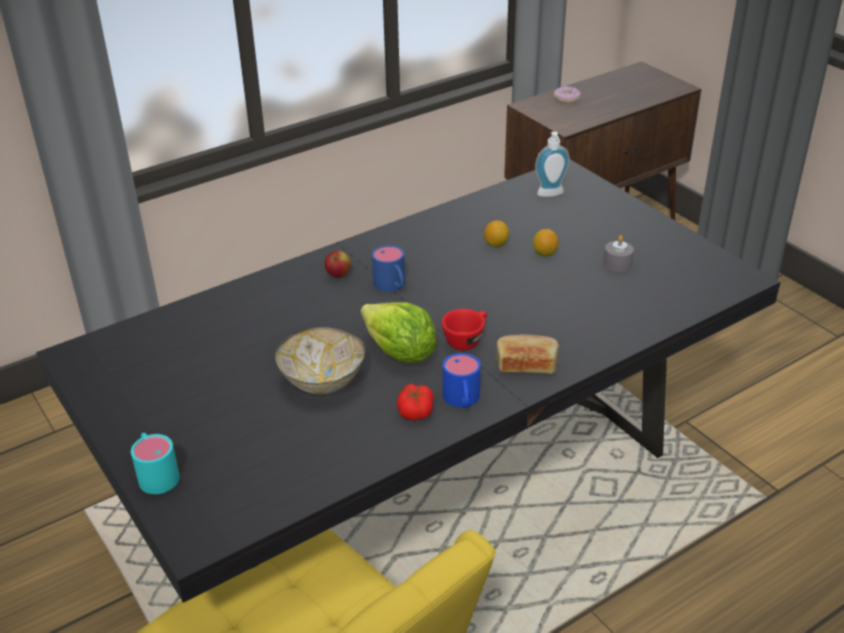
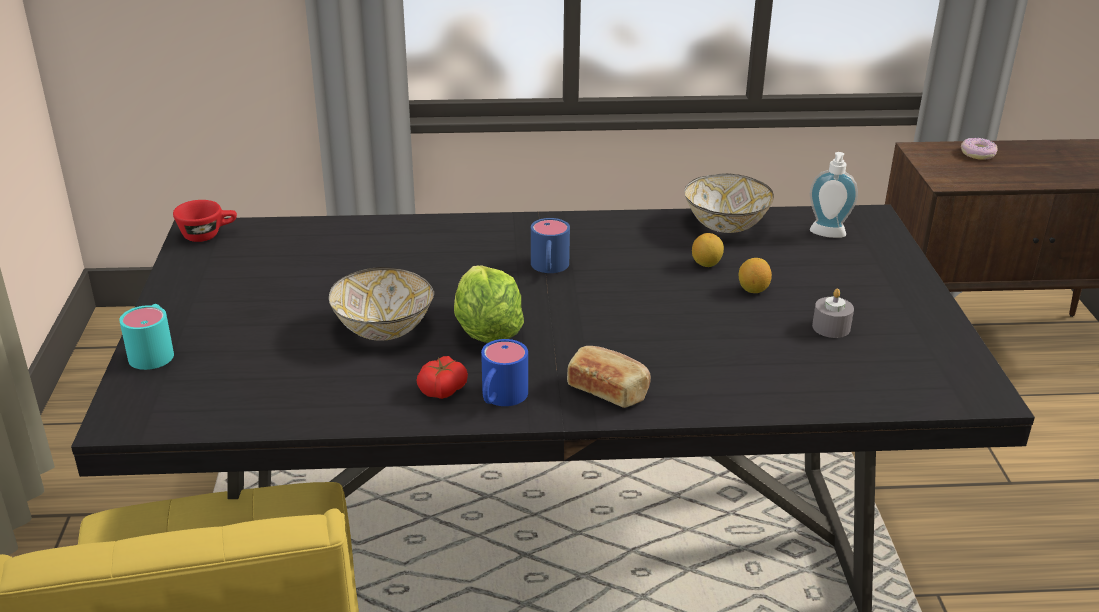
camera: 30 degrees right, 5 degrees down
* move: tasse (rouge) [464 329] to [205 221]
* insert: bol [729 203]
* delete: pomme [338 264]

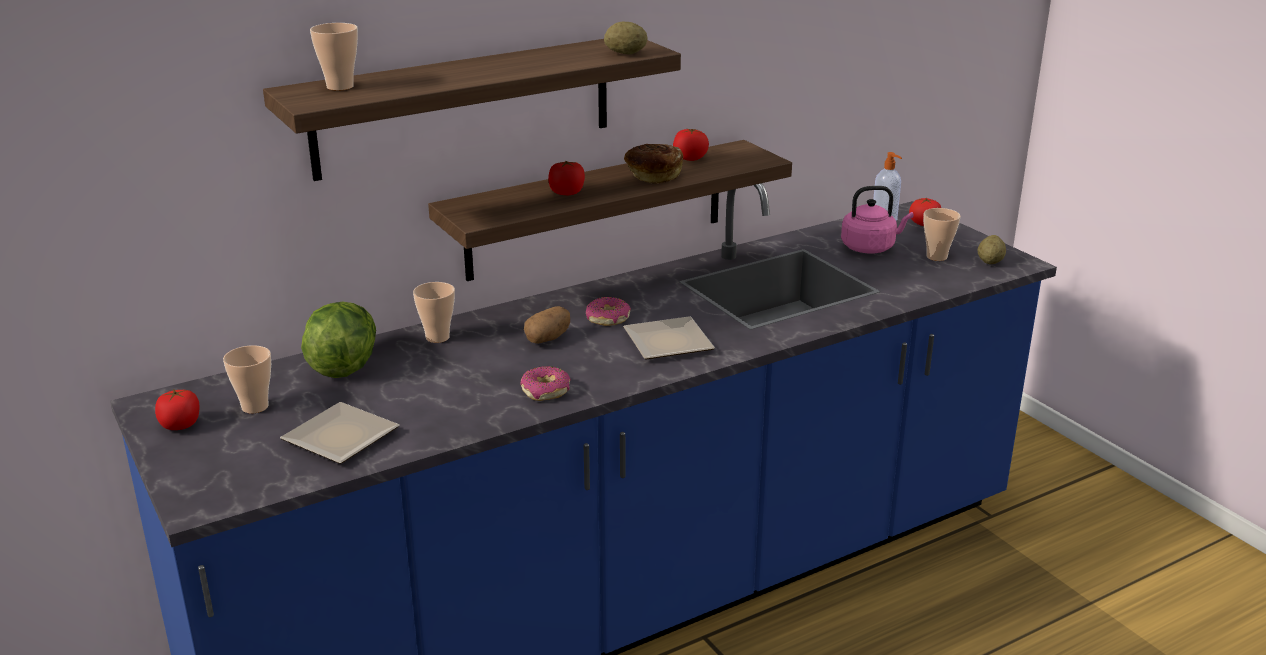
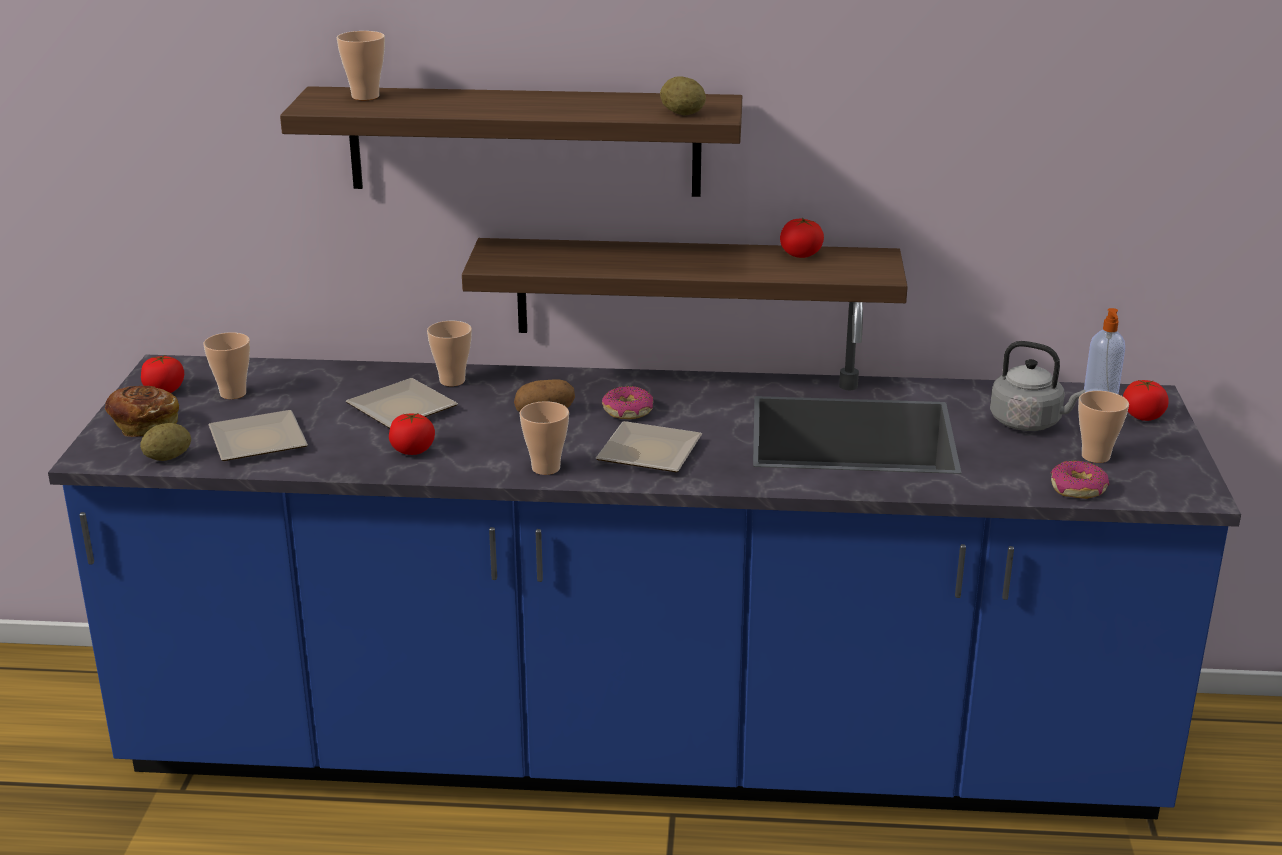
camera: 35 degrees right, 0 degrees up
* move: pain [653 164] to [142 411]
* move: pomme de terre [992 249] to [165 442]
* insert: assiette [402 403]
* move: tomate [566 177] to [412 434]
* insert: tasse [544 438]
* recolor: bouilloire (rose) [877 219] to bouilloire (gris) [1037 386]
* move: beignet [545 383] to [1080 480]
* delete: laitue [338 340]

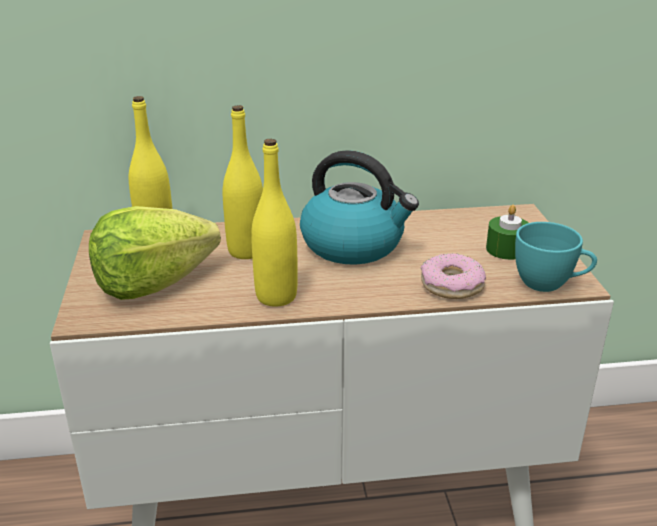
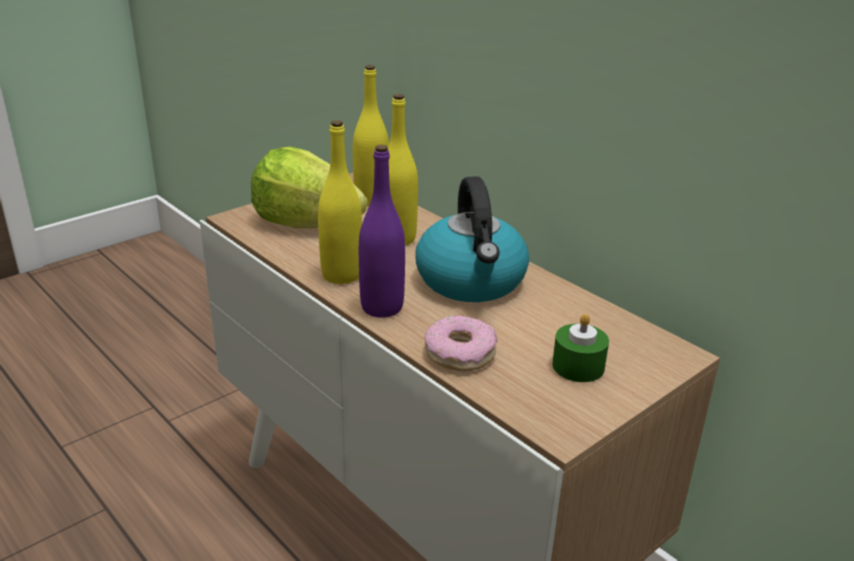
camera: 55 degrees right, 0 degrees up
* insert: bouteille (violet) [382 231]
* delete: tasse (turquoise) [556 257]

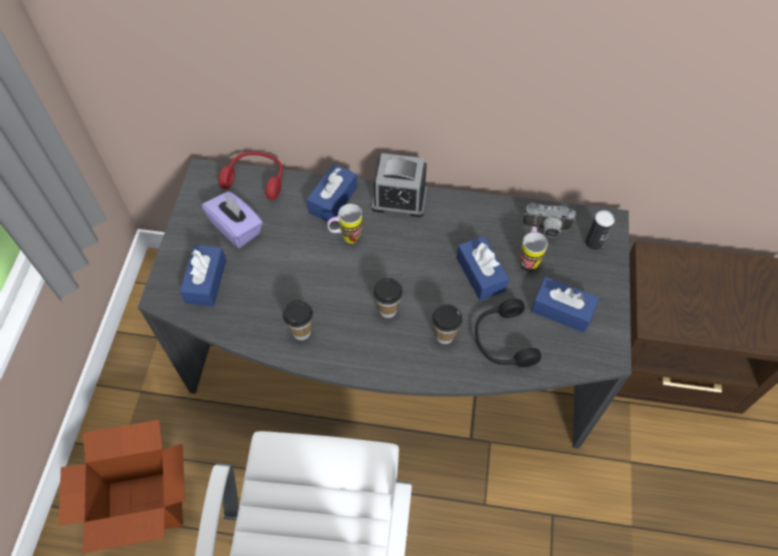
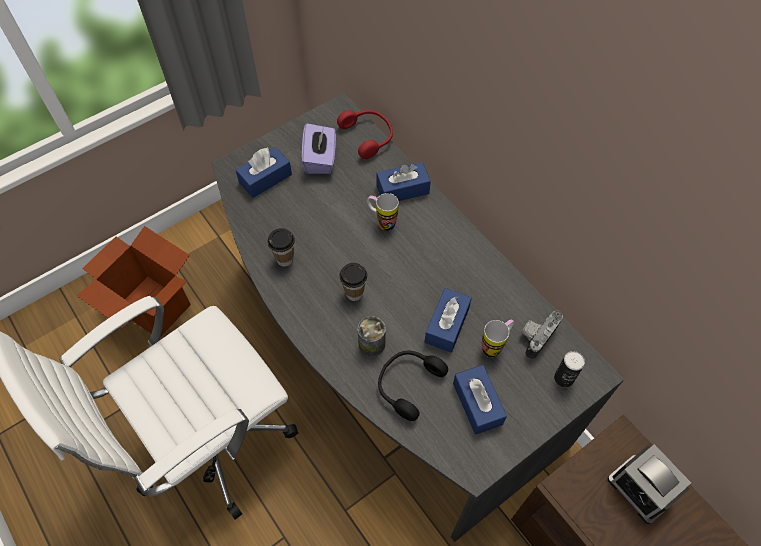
camera: 45 degrees right, 0 degrees up
* replace: tasse [447 324] to boîte métallique [372 336]
* rotate: appareil photo [549 220] = [542 335] 75 degrees clockwise
* move: réveil [399 185] to [649 484]

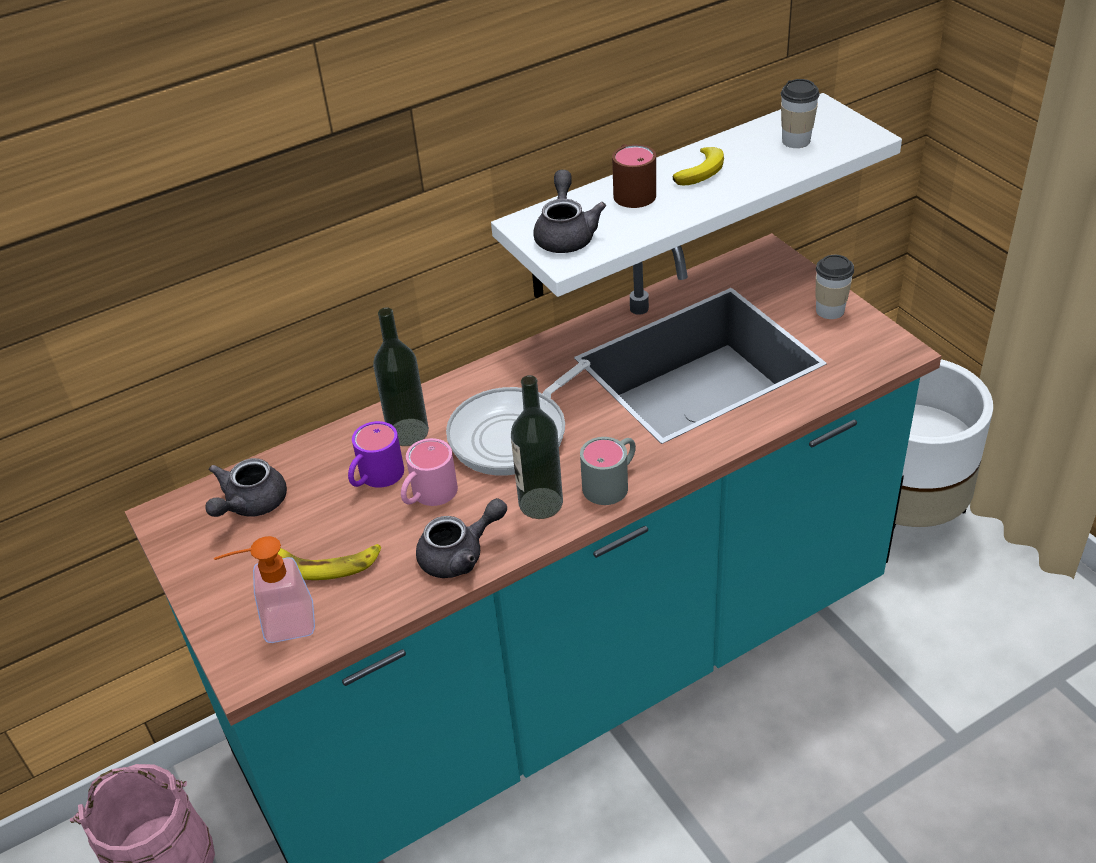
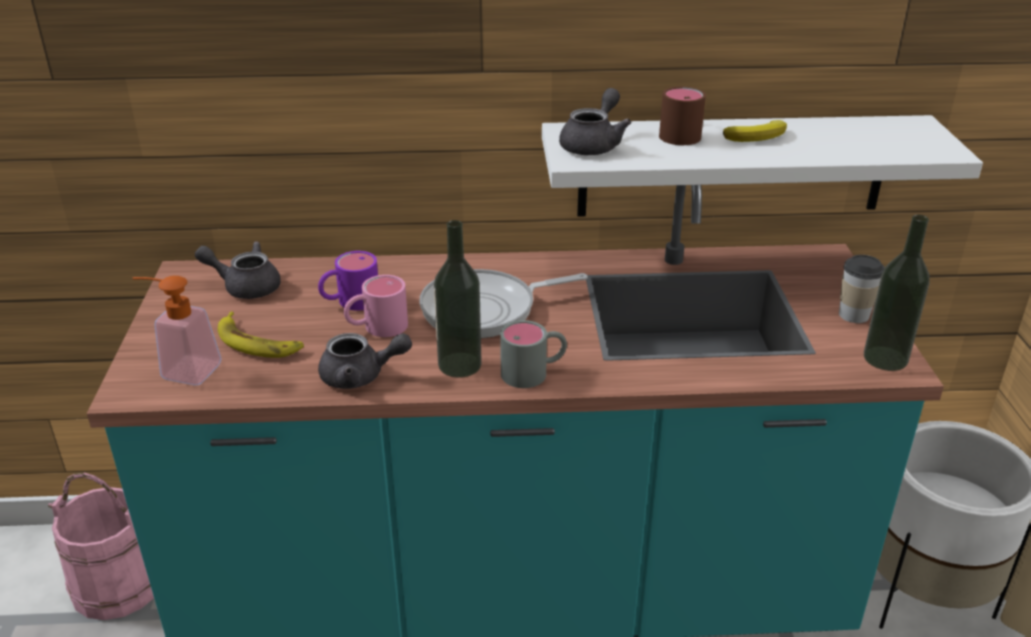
camera: 25 degrees right, 10 degrees down
* rotate: théière (gris) [246 487] = [238 270] 45 degrees clockwise
* move: bouteille [401 376] to [897 293]
* delete: tasse [800 113]

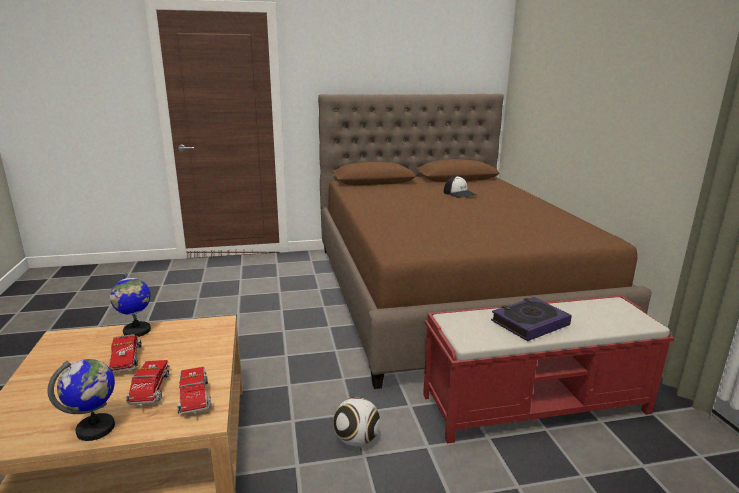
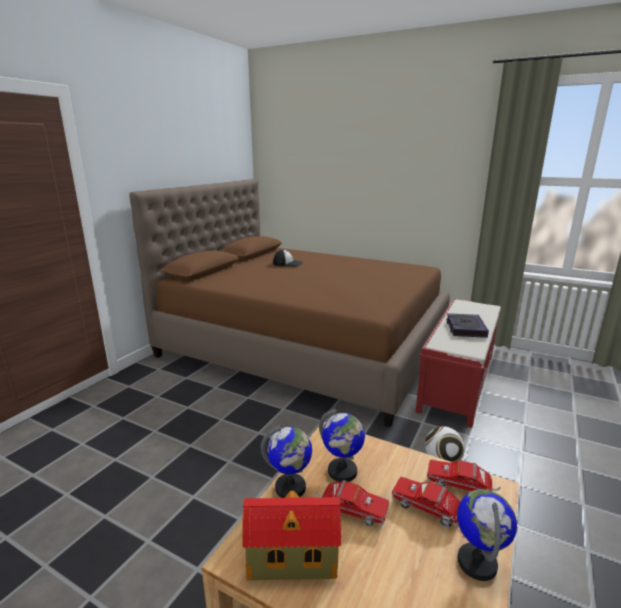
camera: 50 degrees left, 0 degrees up
* insert: maison miniature [291 535]
* insert: globe [342 445]

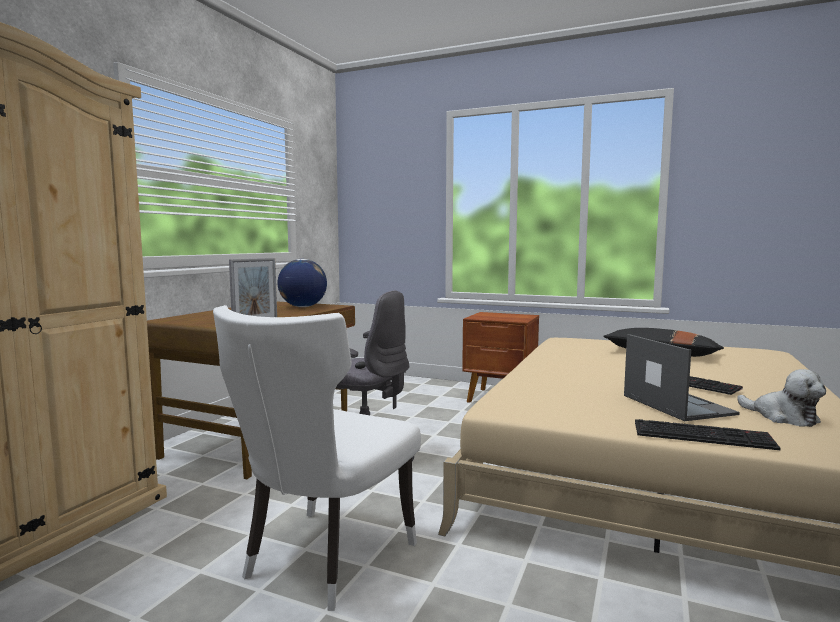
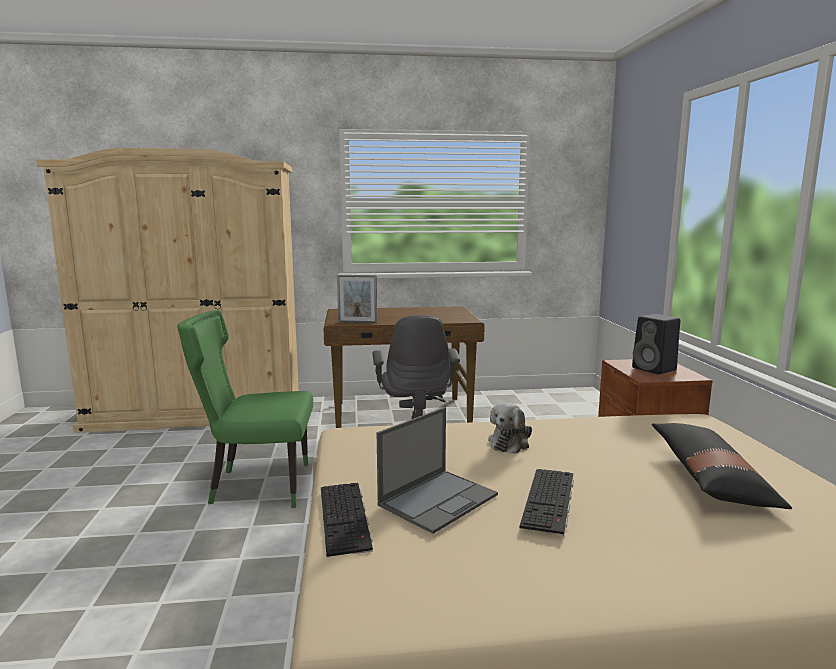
camera: 60 degrees right, 5 degrees up
* recolor: chaise (blanc) [317 458] to chaise (vert) [245 409]
* move: peluche [781 398] to [510 428]
* insert: enceinte (noir) [656 344]
* delete: globe [302 283]

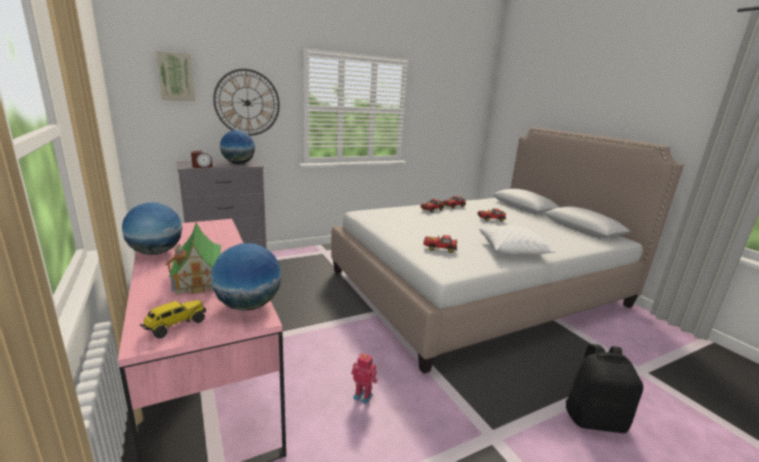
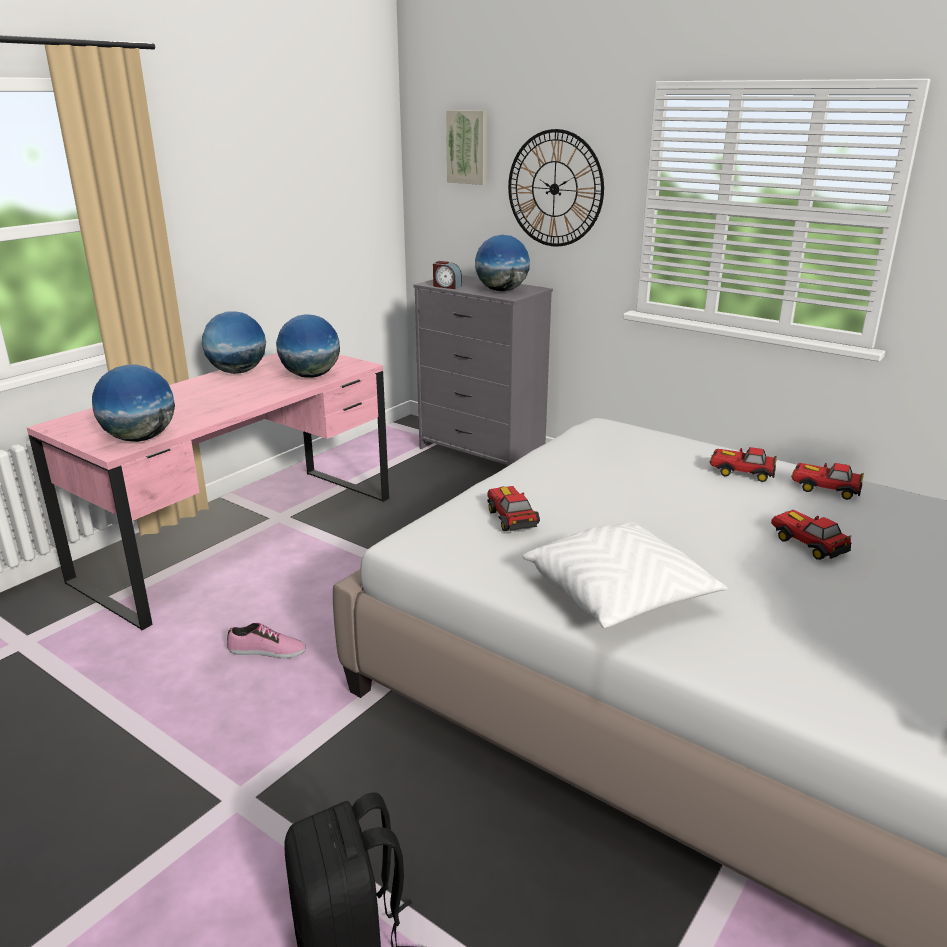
camera: 65 degrees right, 5 degrees up
* replace: robot jouet [364 378] to chaussure [266 640]
* insert: globe [308 346]
* delete: camion jouet [172 319]
* delete: maison miniature [193 257]

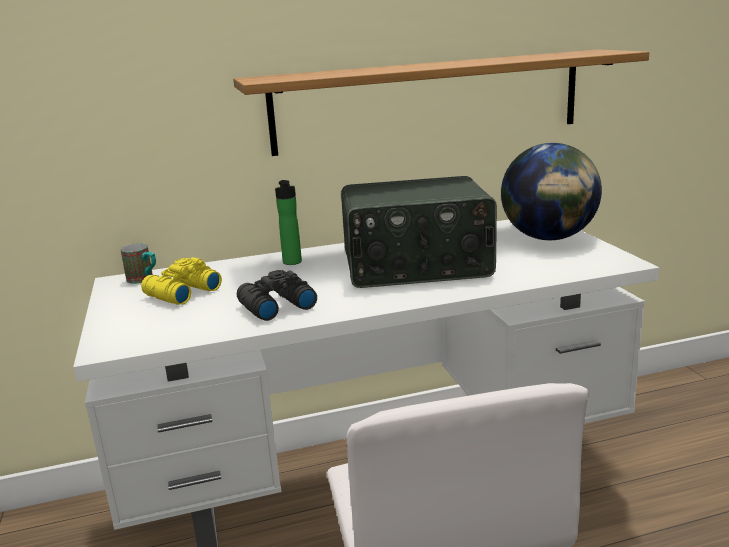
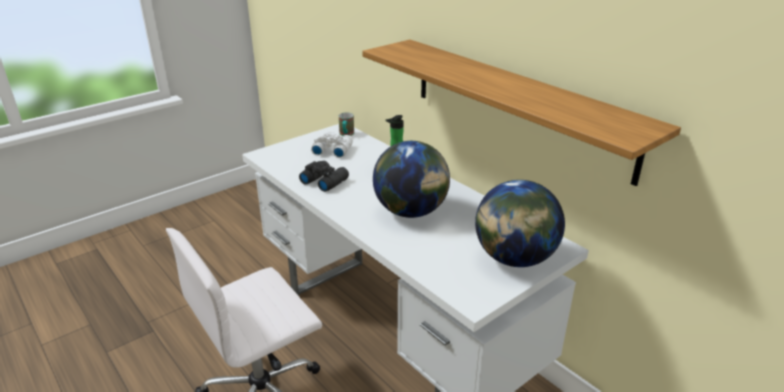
camera: 65 degrees right, 10 degrees up
* recolor: jumelles (jaune) [181 281] to jumelles (blanc) [332 145]
* replace: radio [419 232] to globe [411 179]

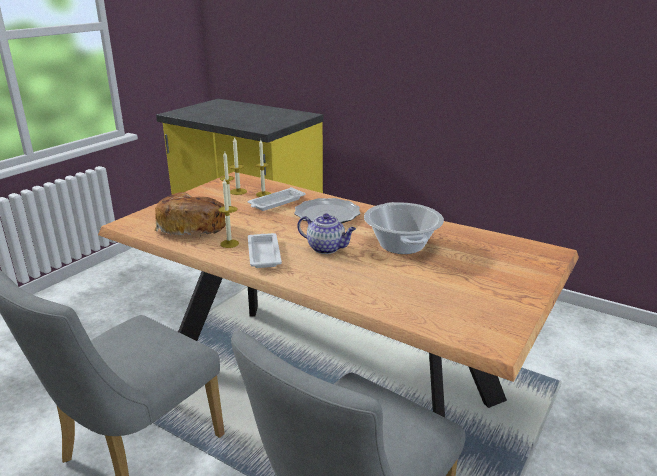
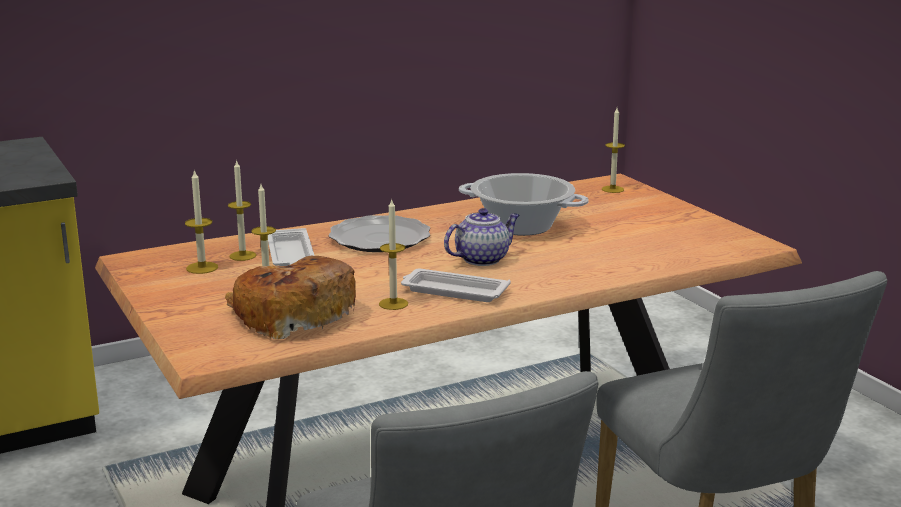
camera: 60 degrees left, 5 degrees down
* insert: bougie [613 150]

